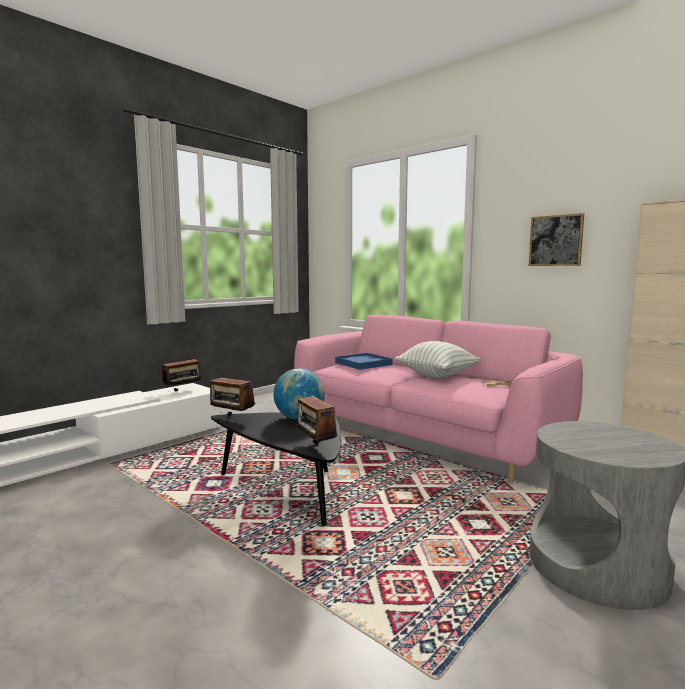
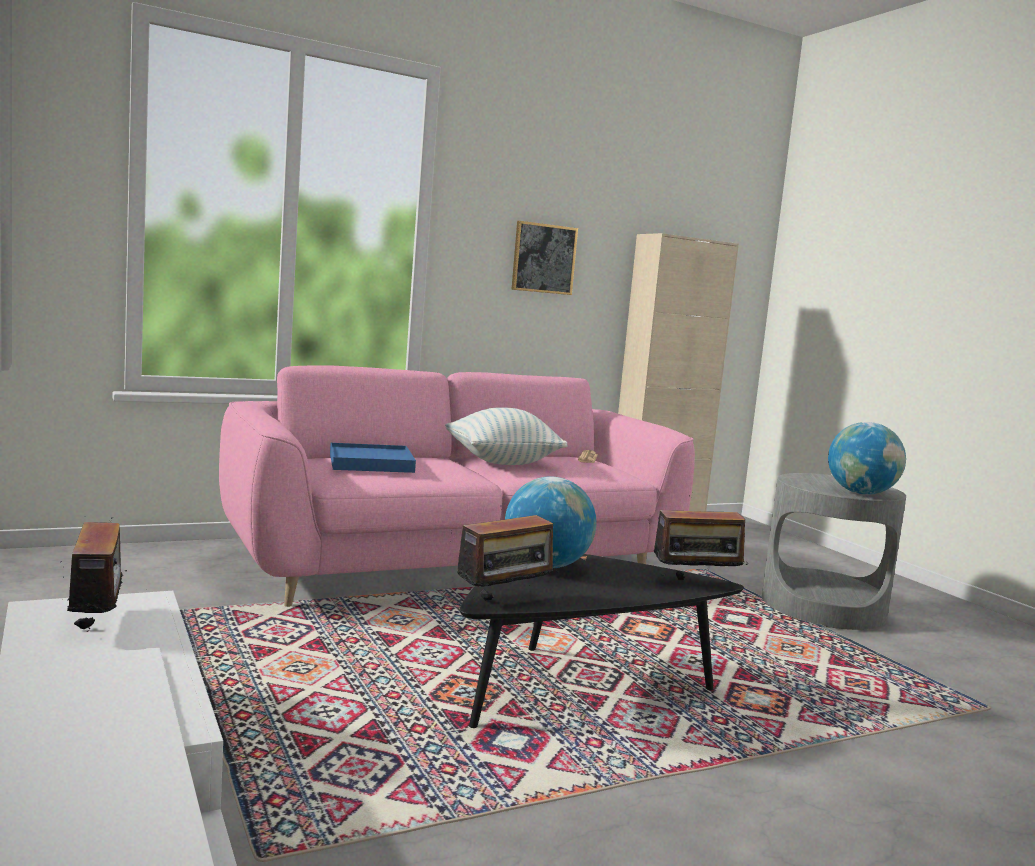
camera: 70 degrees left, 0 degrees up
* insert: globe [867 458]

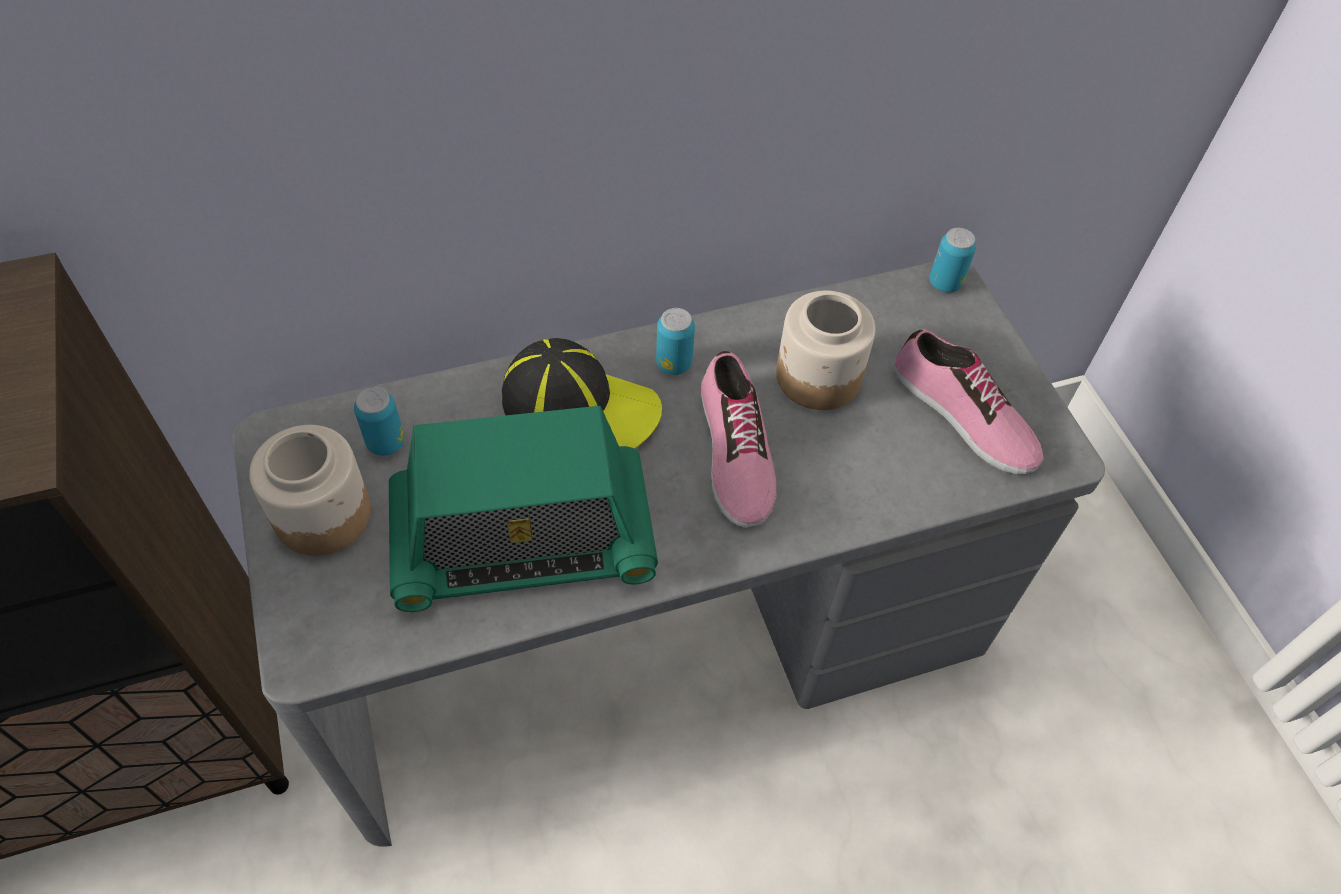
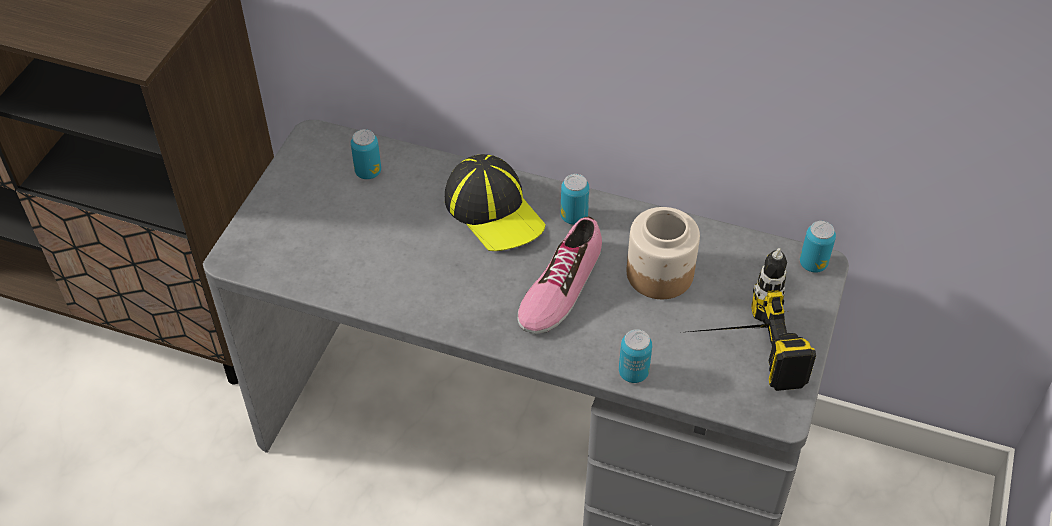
camera: 40 degrees right, 5 degrees down
* insert: boîte métallique [635 356]
* replace: chaussure [969 402] to perceuse [747 319]
* delete: bocal [310 490]
* delete: radio [523 509]

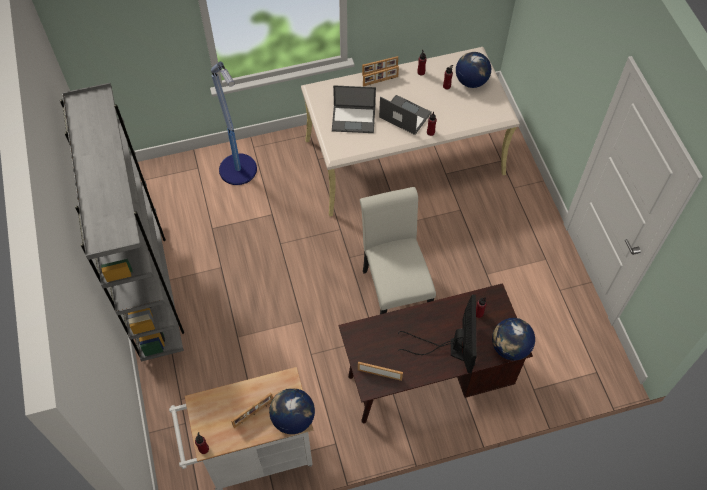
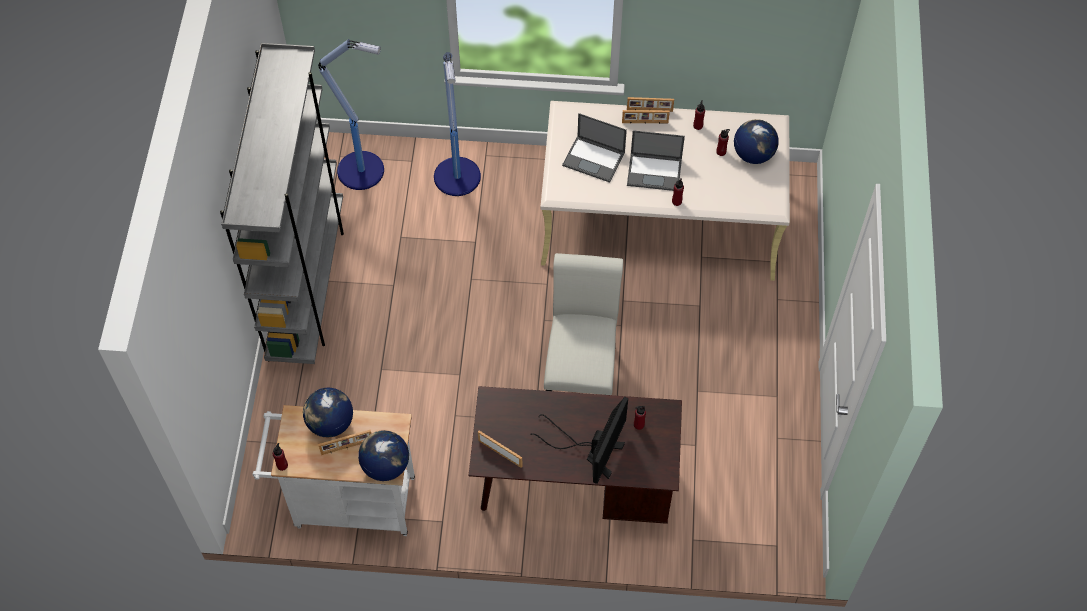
camera: 20 degrees right, 0 degrees up
* move: globe [513 339] to [328 413]
* insert: lampadaire [351 114]
* rotate: ordinateur portable [405 115] = [656 160] 135 degrees clockwise

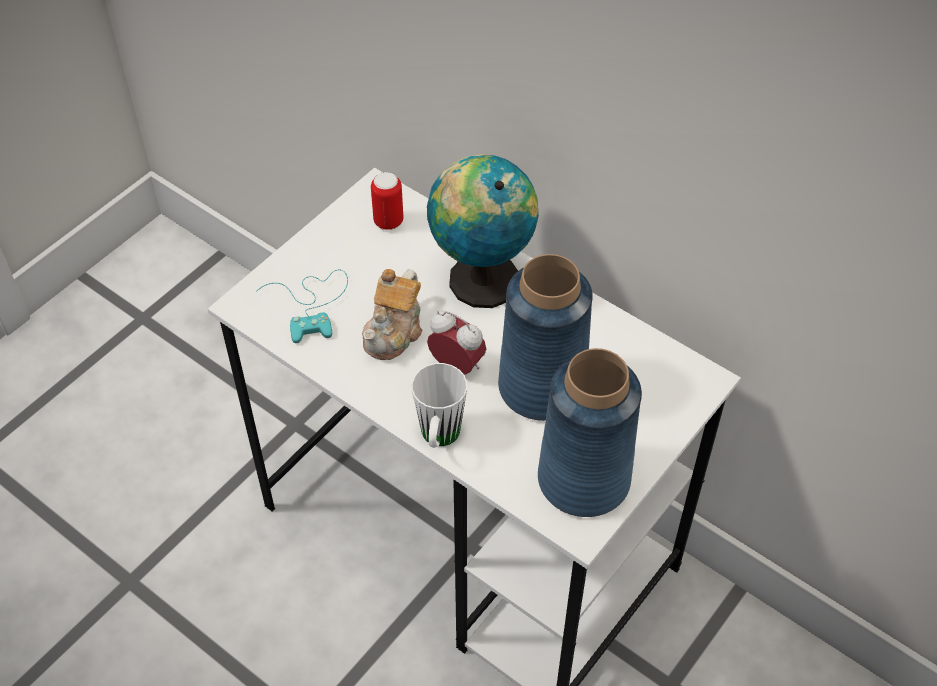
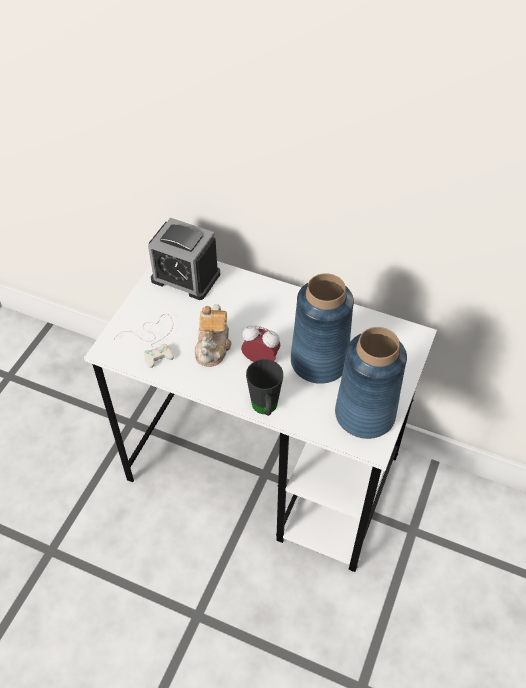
camera: 15 degrees left, 0 degrees up
* recolor: manette (turquoise) [302 306] to manette (blanc) [144 341]
* replace: boîte métallique [387 201] to réveil [184 259]
* recolor: mug (blanc) [439 405] to mug (noir) [264 387]
* delete: globe [483 231]

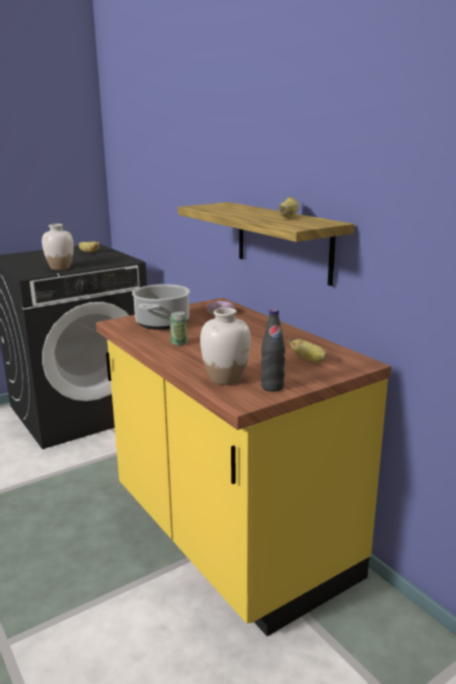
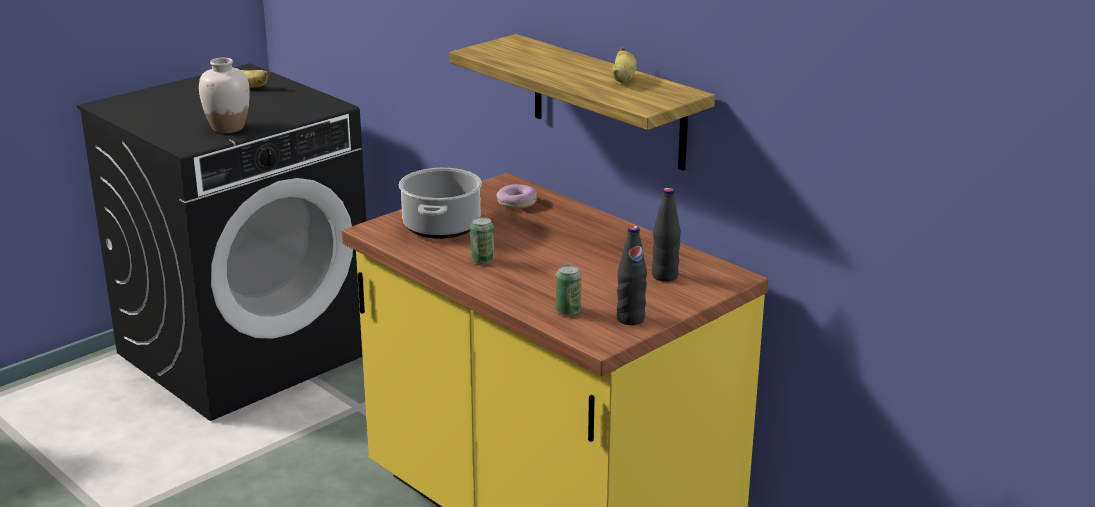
camera: 10 degrees left, 5 degrees up
* replace: vase (blanc) [225 346] to boîte métallique [568 290]
* replace: banane [308 350] to bouteille (noir) [666 235]

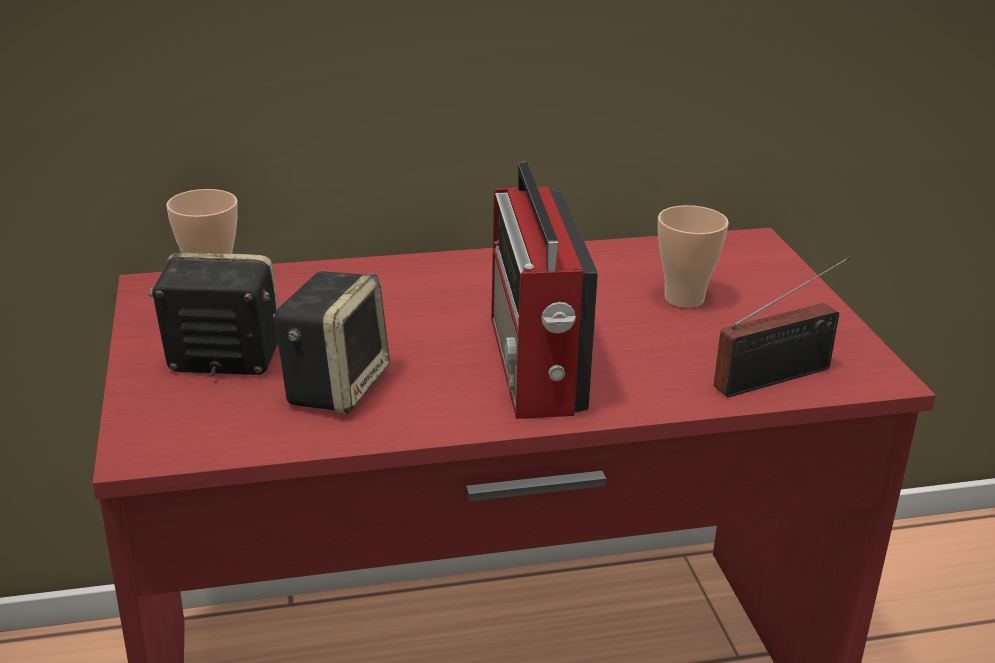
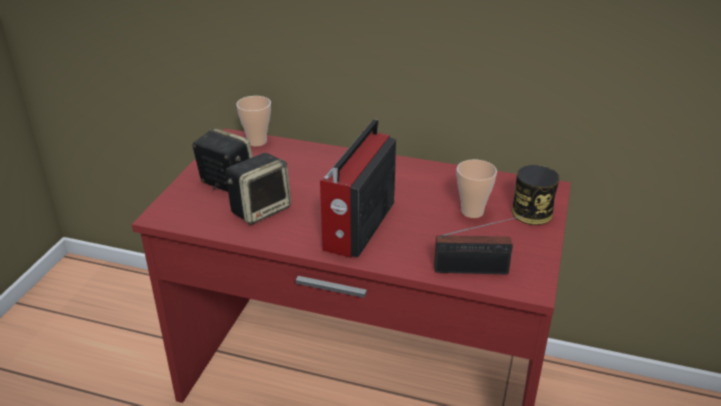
camera: 30 degrees right, 5 degrees up
* insert: boîte métallique [536 195]

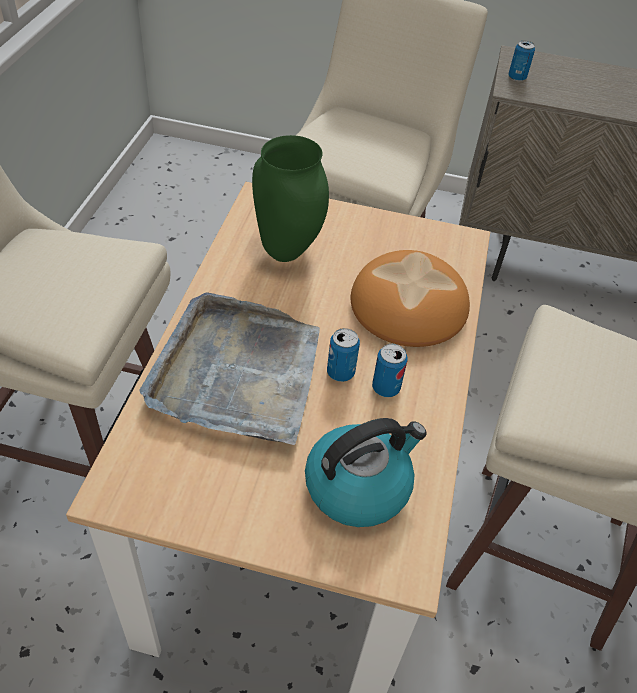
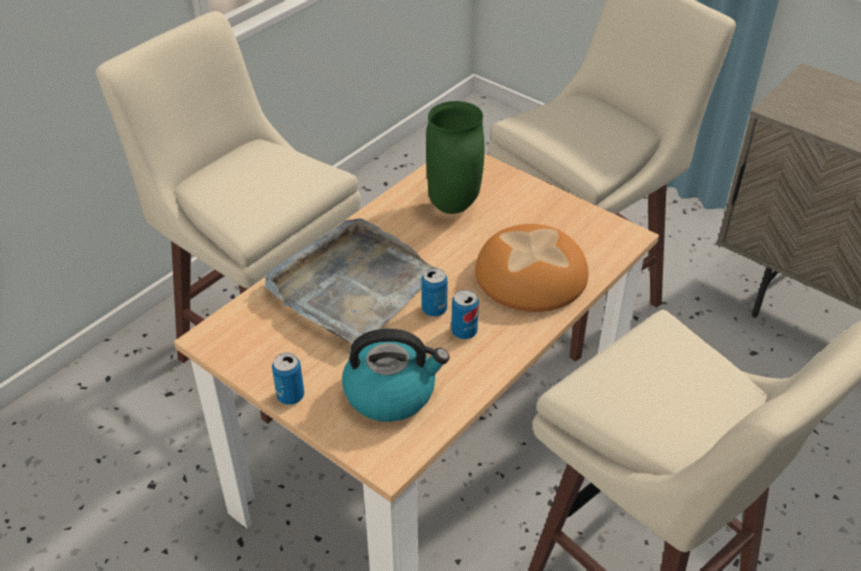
camera: 30 degrees right, 5 degrees down
* move: boîte métallique [521 61] to [288 379]

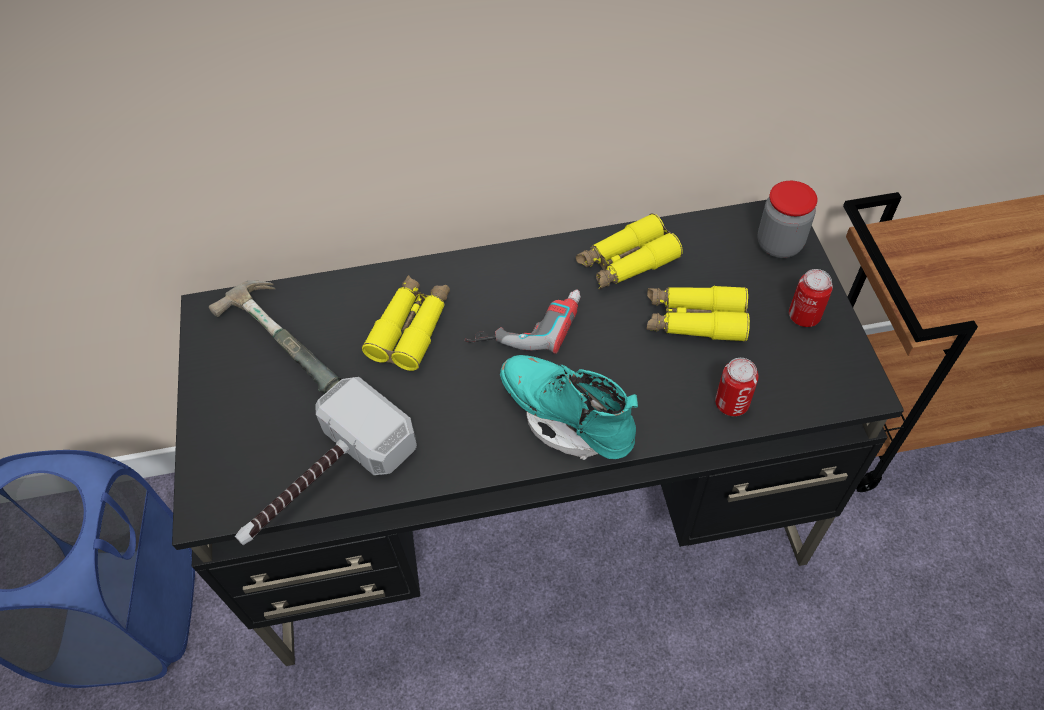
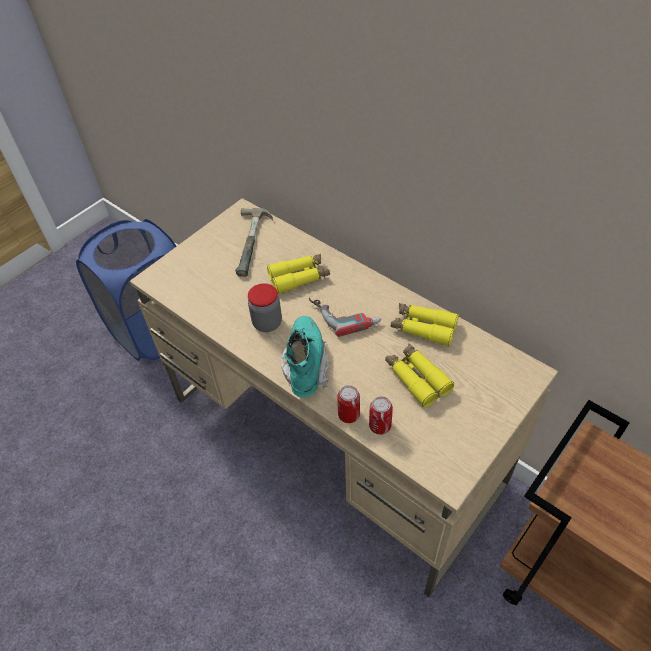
camera: 50 degrees right, 5 degrees down
* recolor: bureau (noir) [538 433] to bureau (beige) [344 397]
* move: bocal [788 219] to [265 308]
* move: boîte métallique [811 298] to [348 404]
* delete: marteau [326 461]

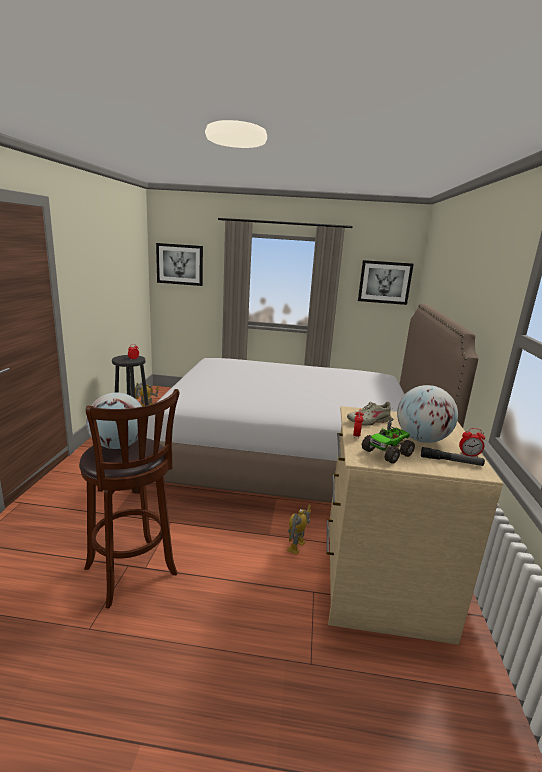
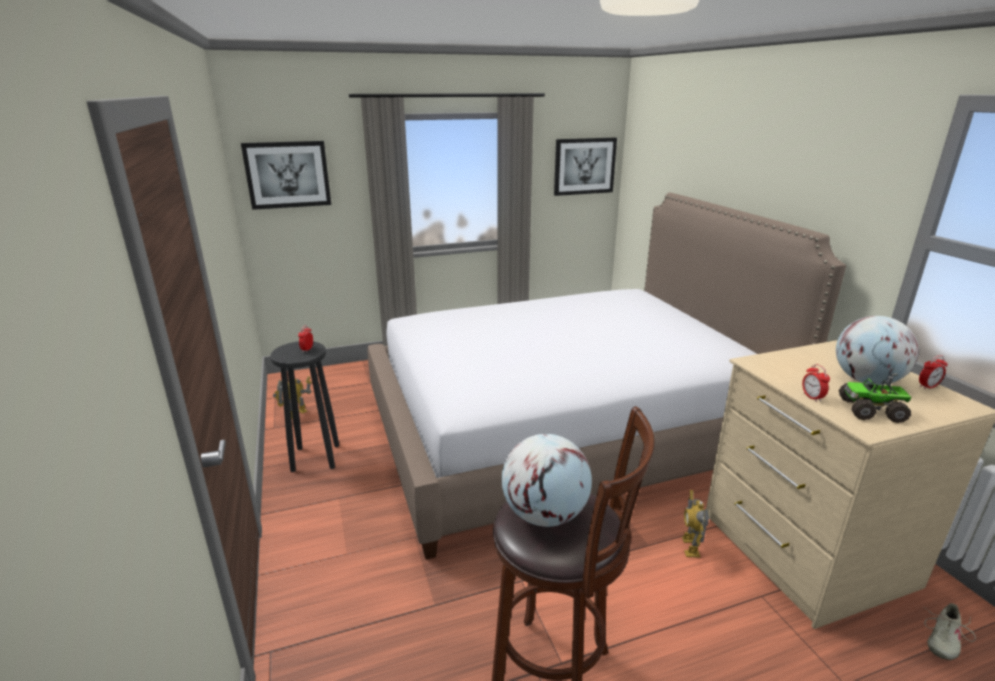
camera: 25 degrees left, 5 degrees up
* rotate: camion jouet [388 441] = [875 398] 75 degrees clockwise
* move: chaussure (beige) [370 414] to [950 631]
* delete: lampe de poche [453 456]

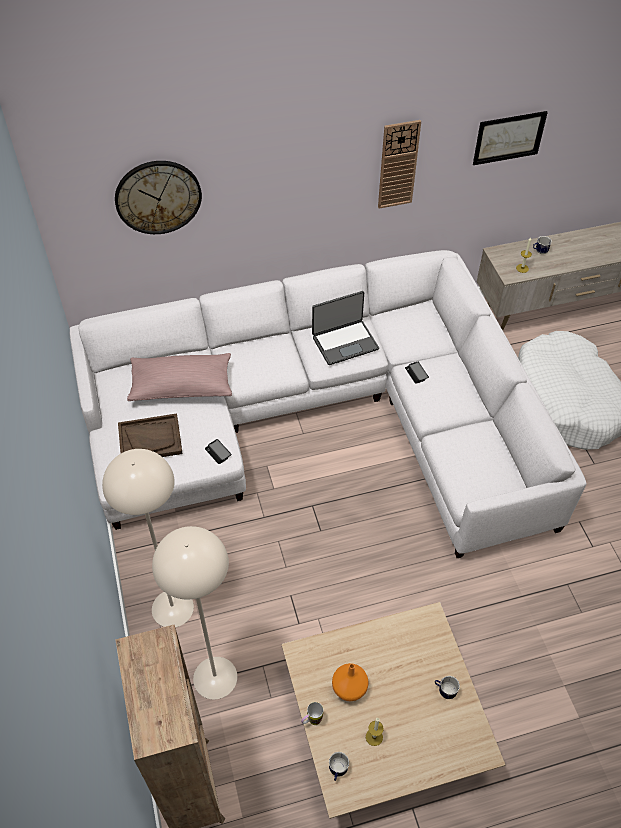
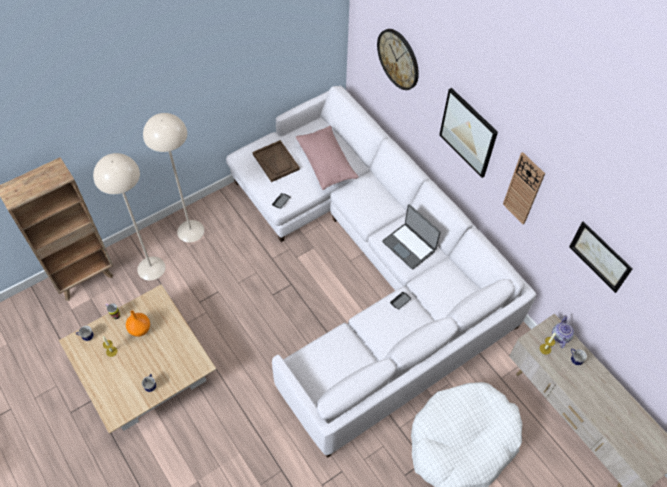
camera: 70 degrees right, 5 degrees up
* insert: tableau [468 133]
* insert: théière [563 331]

